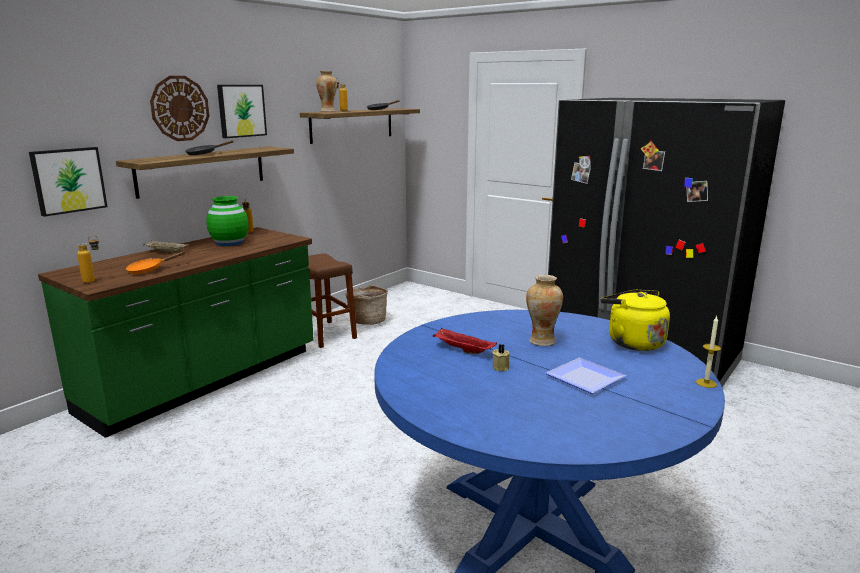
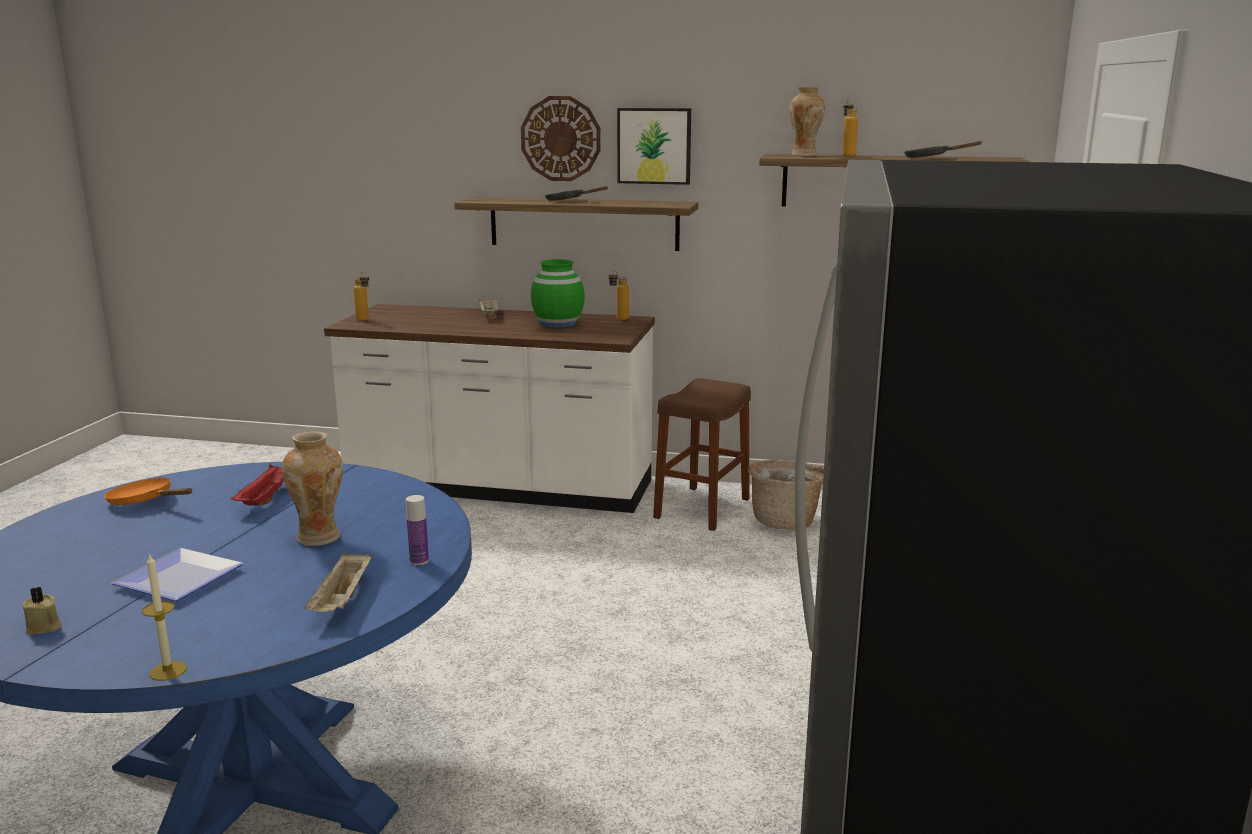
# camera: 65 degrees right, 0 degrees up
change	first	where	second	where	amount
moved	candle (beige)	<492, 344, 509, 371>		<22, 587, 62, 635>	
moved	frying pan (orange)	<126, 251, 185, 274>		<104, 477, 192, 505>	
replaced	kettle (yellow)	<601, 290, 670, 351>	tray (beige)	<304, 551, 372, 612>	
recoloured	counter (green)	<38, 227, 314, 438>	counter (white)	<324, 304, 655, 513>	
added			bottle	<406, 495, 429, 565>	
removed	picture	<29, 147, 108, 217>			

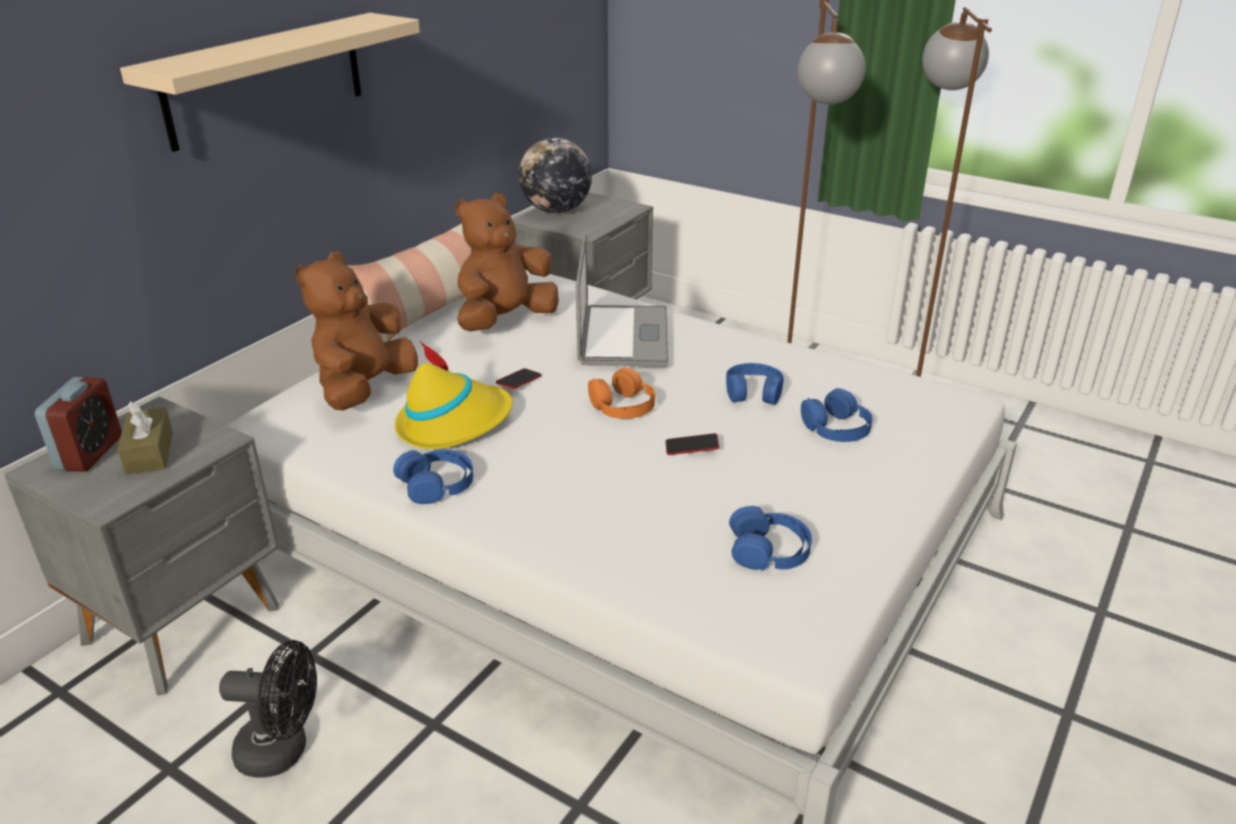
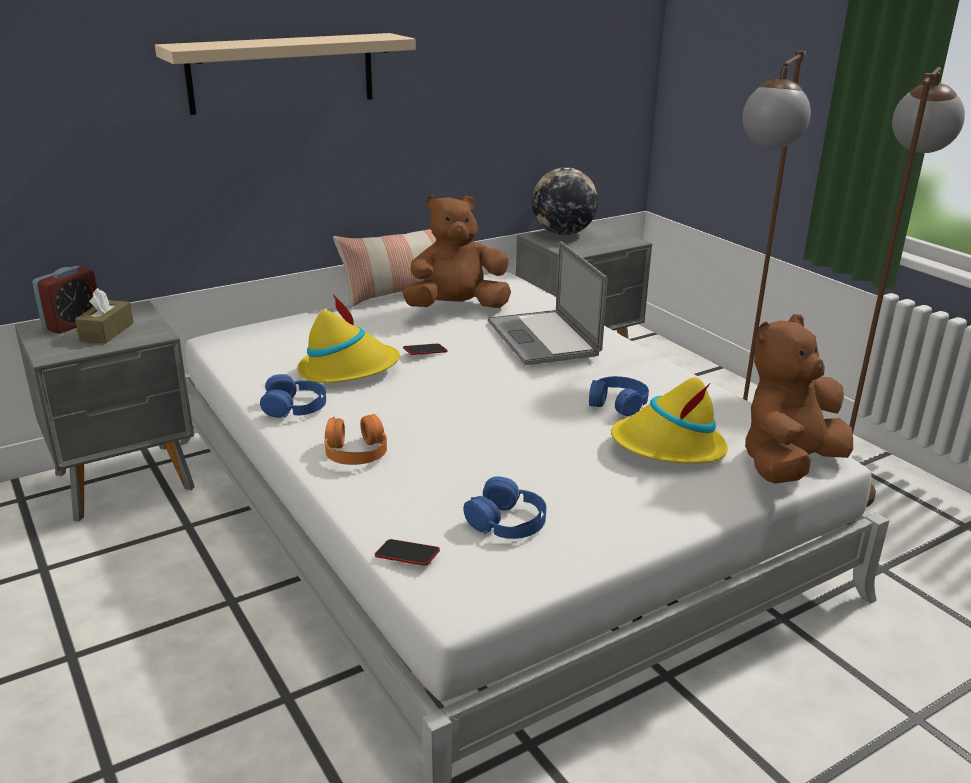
# camera: 25 degrees right, 5 degrees down
change	first	where	second	where	amount
moved	headphones (orange)	<588, 367, 655, 419>		<324, 414, 387, 465>	
moved	phone	<665, 433, 719, 455>		<375, 539, 440, 566>	
turned	laptop	<576, 231, 668, 366>		<488, 241, 608, 365>	135 degrees clockwise
replaced	headphones (blue)	<801, 388, 873, 442>	hat (yellow)	<611, 377, 728, 463>	
moved	plush toy (brown)	<295, 252, 418, 410>		<745, 314, 853, 484>	
removed	fan (black)	<219, 640, 317, 778>			

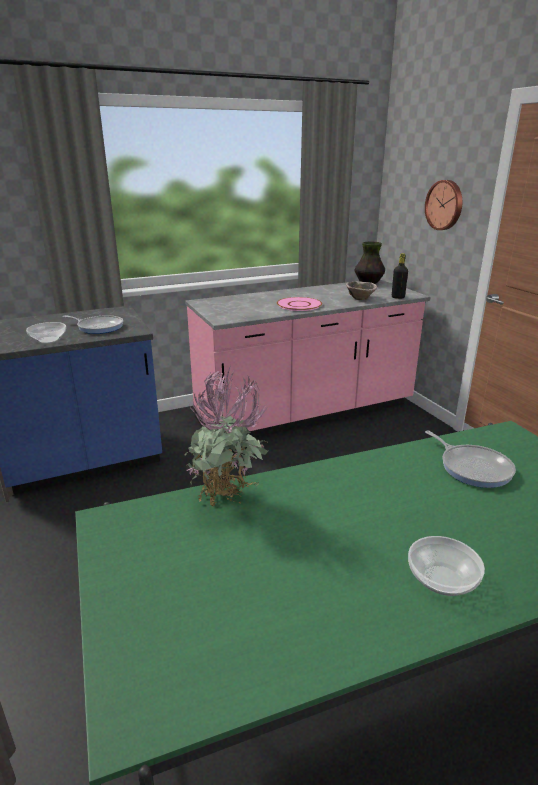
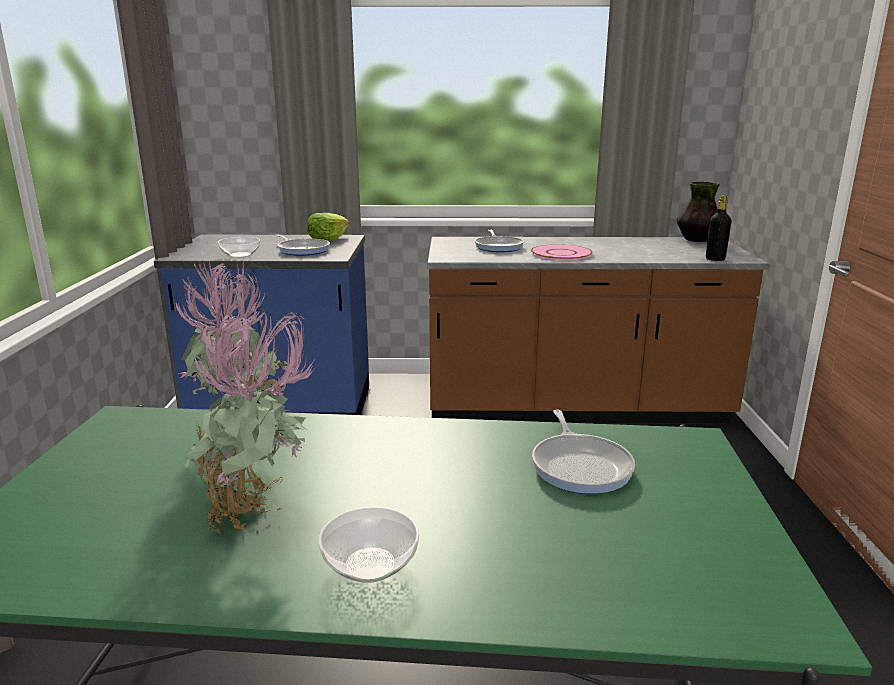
# camera: 25 degrees right, 5 degrees down
change	first	where	second	where	amount
added			potted plant	<184, 303, 317, 535>	
added			lettuce	<307, 213, 349, 241>	
recoloured	counter (pink)	<185, 279, 431, 437>	counter (brown)	<427, 237, 770, 423>	
added			frying pan	<475, 230, 524, 252>	
removed	bowl	<346, 281, 377, 300>			
removed	wall clock	<425, 180, 462, 230>			

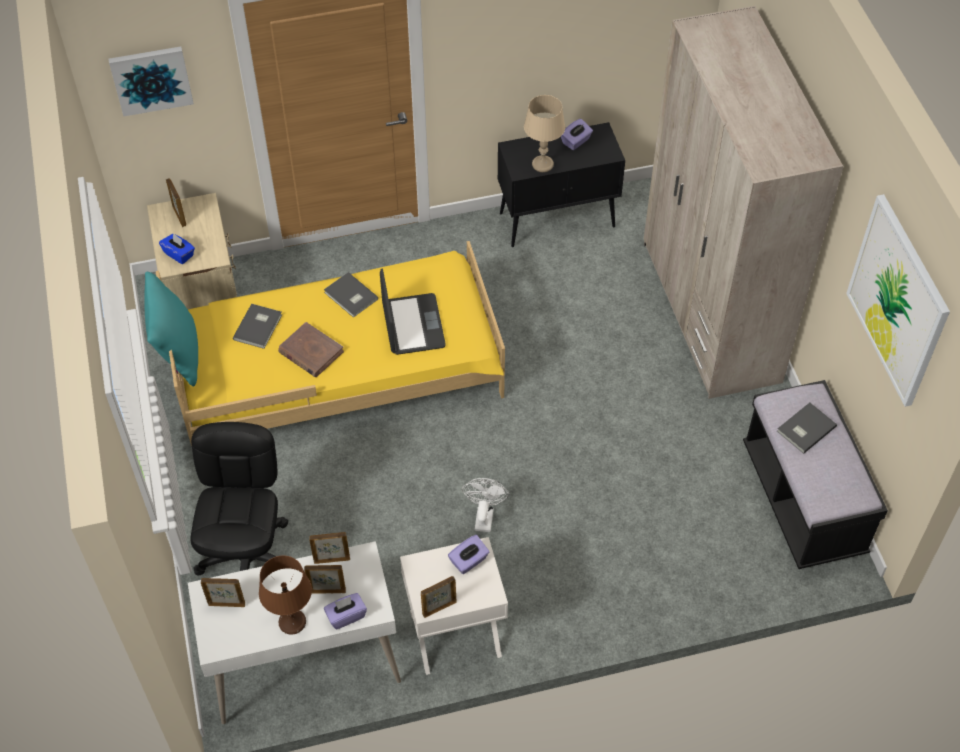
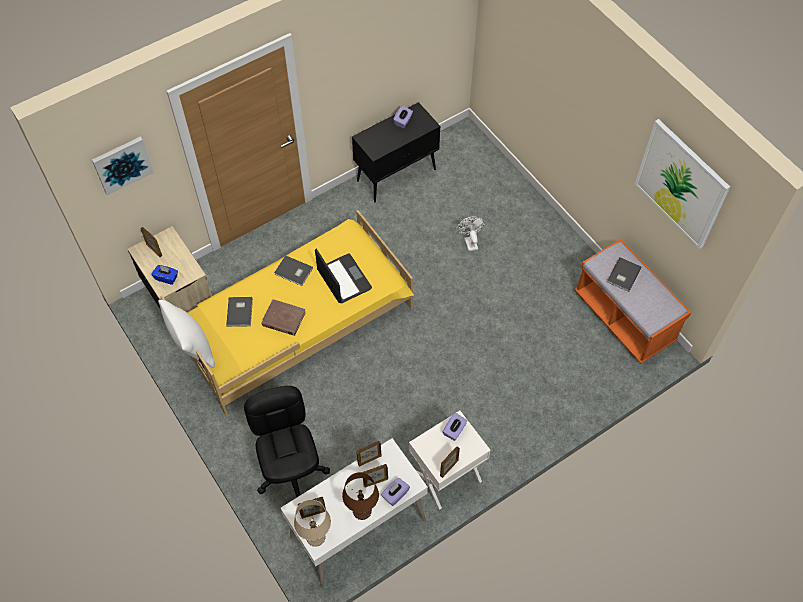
# camera: 20 degrees left, 5 degrees up
change	first	where	second	where	amount
recoloured	pillow (turquoise)	<144, 272, 198, 386>	pillow (white)	<158, 300, 215, 368>	
moved	table lamp (beige)	<524, 95, 565, 172>		<294, 500, 331, 547>	
moved	fan (white)	<462, 478, 509, 532>		<456, 216, 485, 252>	
recoloured	bench (black)	<743, 380, 888, 569>	bench (orange)	<575, 239, 691, 364>	
removed	wardrobe (beige)	<644, 6, 844, 399>			

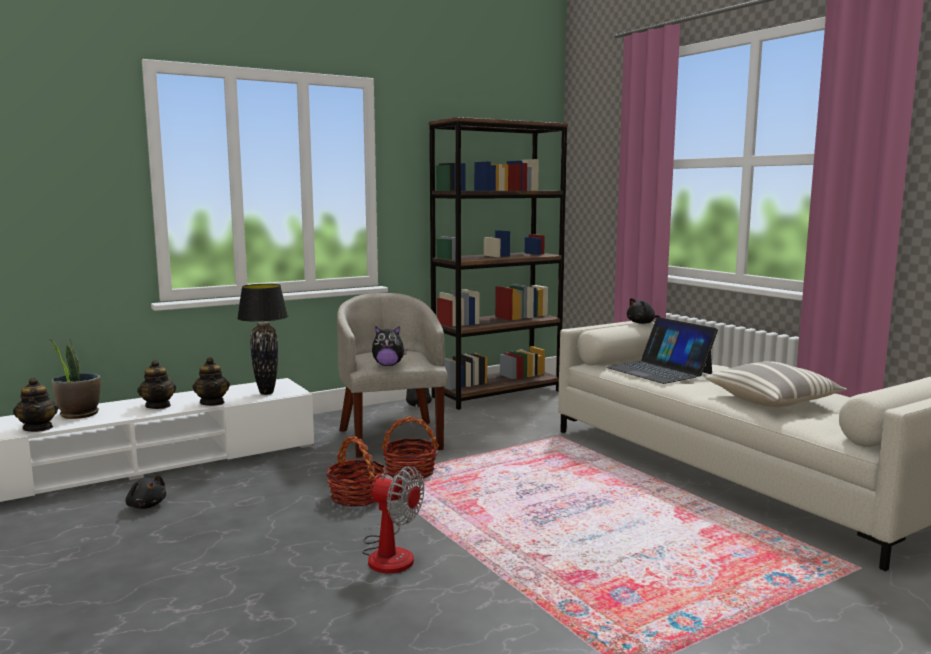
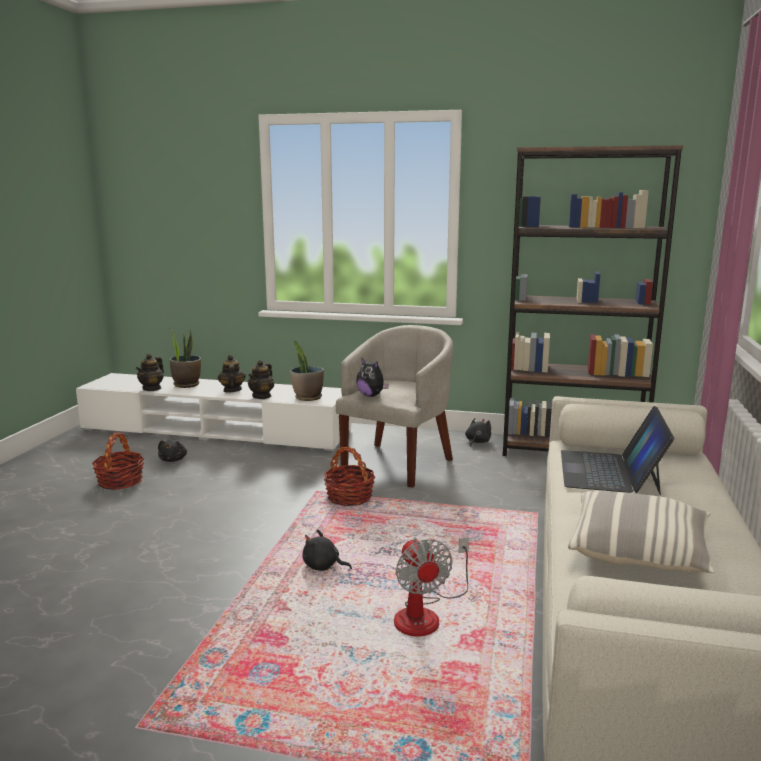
# camera: 45 degrees right, 5 degrees up
change	first	where	second	where	amount
moved	basket	<326, 436, 387, 507>		<92, 432, 145, 490>	
turned	teapot	<137, 360, 176, 409>		<218, 355, 246, 393>	150 degrees clockwise
replaced	table lamp (black)	<237, 284, 288, 395>	potted plant	<290, 340, 324, 401>	
moved	plush toy (black)	<627, 298, 660, 324>		<302, 529, 352, 571>	
moved	fan	<362, 466, 424, 573>		<394, 537, 469, 636>	

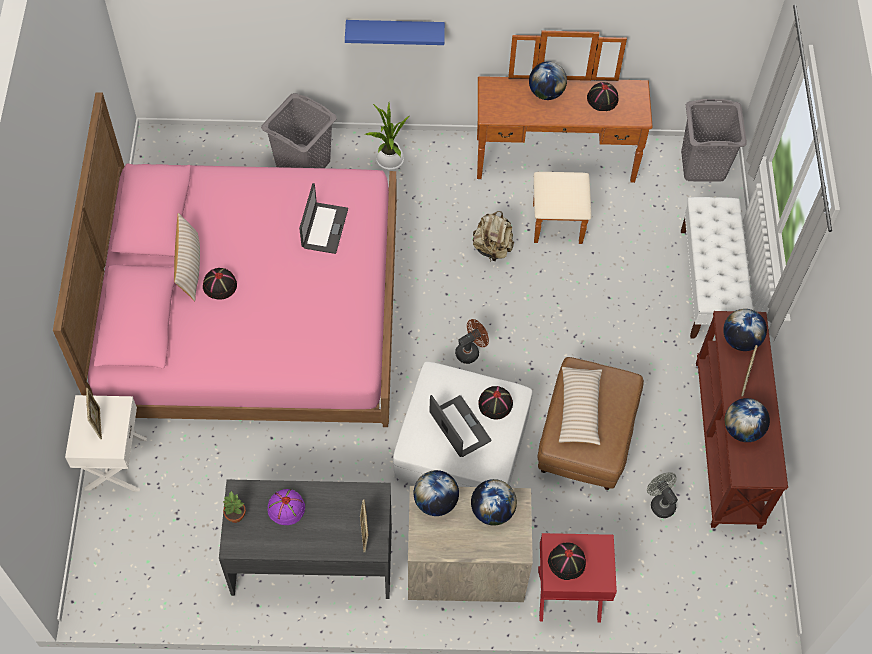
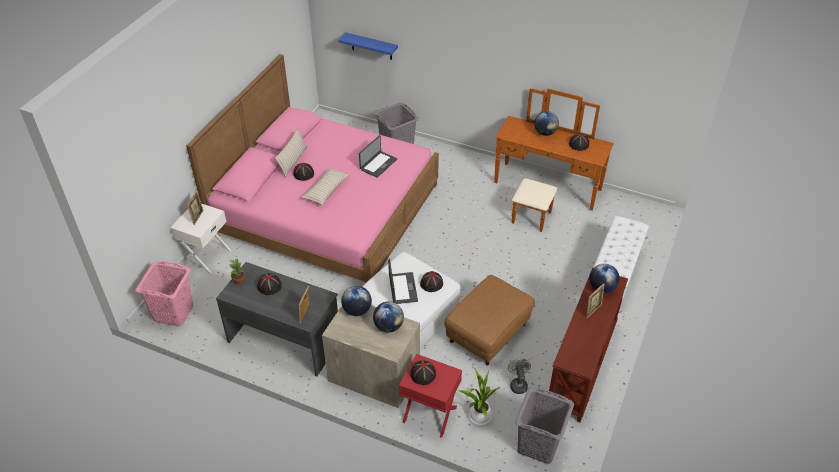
# camera: 25 degrees right, 15 degrees down
change	first	where	second	where	amount
added			laundry basket (pink)	<135, 261, 193, 327>	
recoloured	hat (purple)	<267, 489, 305, 525>	hat (black)	<257, 273, 282, 295>	
moved	pillow (beige)	<559, 367, 602, 445>		<301, 168, 350, 205>	
moved	shelf (blue)	<345, 20, 445, 45>		<338, 32, 398, 60>	
moved	potted plant	<365, 103, 410, 170>		<458, 368, 501, 425>	
moved	laundry basket (grey)	<681, 99, 747, 182>		<515, 387, 574, 464>	
removed	fan (brown)	<455, 319, 489, 364>			
removed	backpack (beige)	<473, 211, 514, 261>			
removed	globe	<725, 398, 770, 442>			

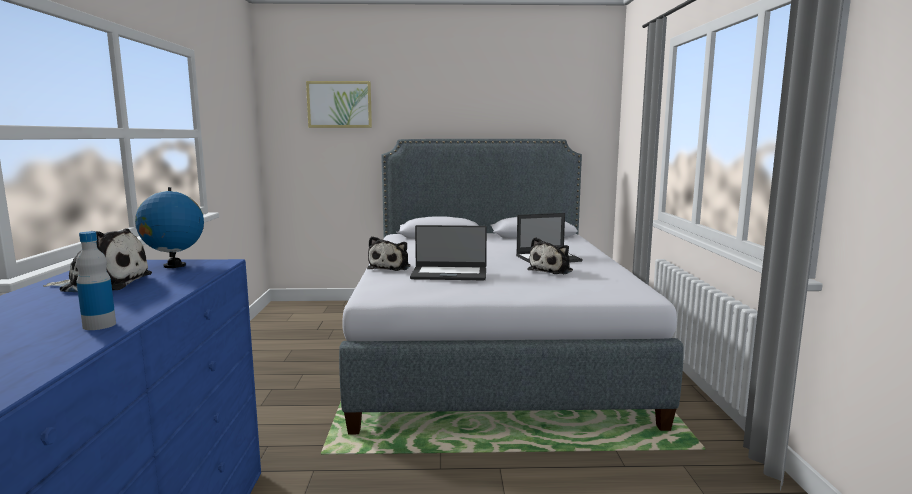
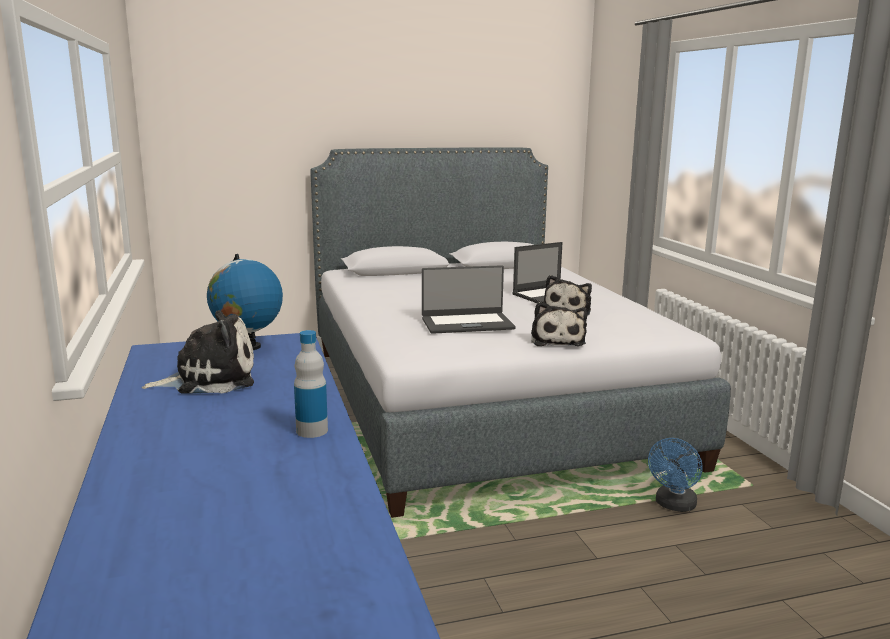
# camera: 15 degrees left, 5 degrees up
change	first	where	second	where	amount
moved	plush toy	<367, 236, 410, 271>		<531, 302, 587, 346>	
added			fan (blue)	<648, 438, 703, 512>	
removed	picture	<306, 81, 372, 128>			

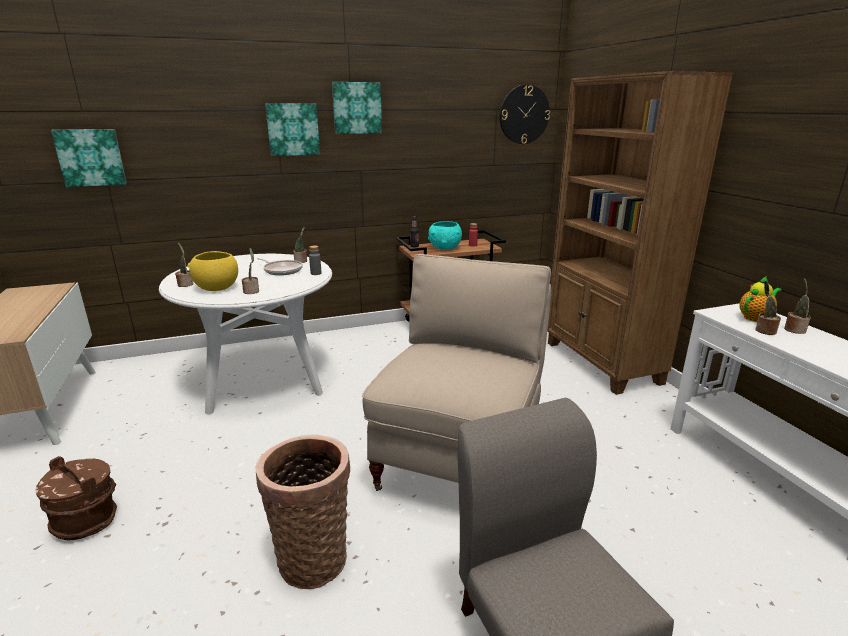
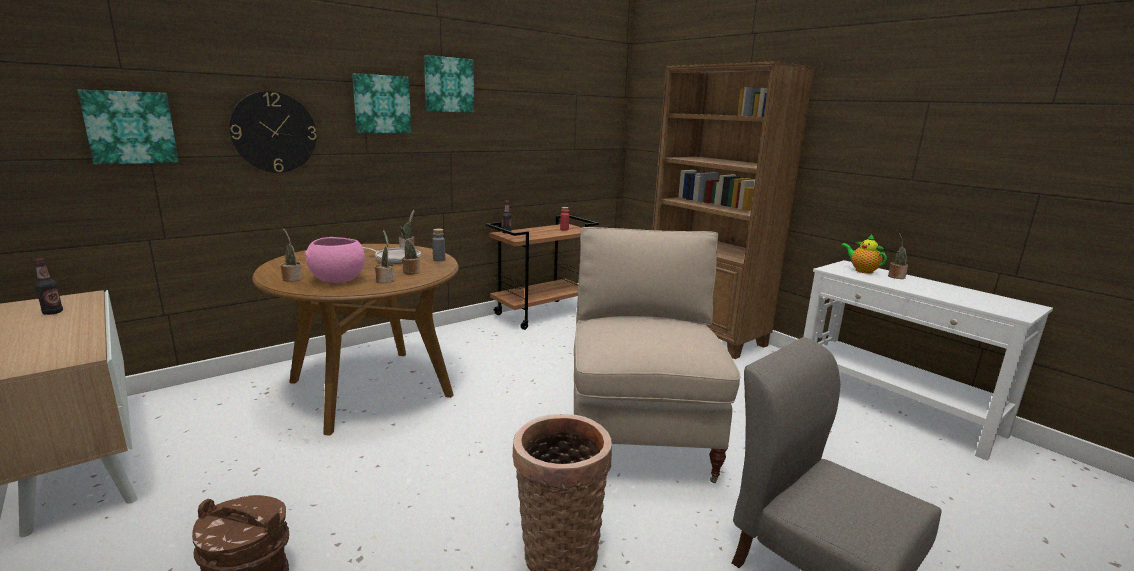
# camera: 20 degrees left, 5 degrees down
change	first	where	second	where	amount
added			bottle	<35, 258, 63, 315>	
moved	wall clock	<500, 85, 550, 144>		<229, 91, 317, 173>	
recoloured	dining table (white)	<159, 254, 332, 415>	dining table (brown)	<252, 244, 459, 435>	
recoloured	bowl (yellow)	<188, 251, 238, 291>	bowl (pink)	<305, 237, 365, 283>	
moved	potted plant	<755, 281, 781, 335>		<399, 226, 420, 275>	
turned	teapot	<739, 277, 781, 322>		<841, 234, 887, 274>	75 degrees counterclockwise
removed	bowl (turquoise)	<428, 221, 462, 250>			

